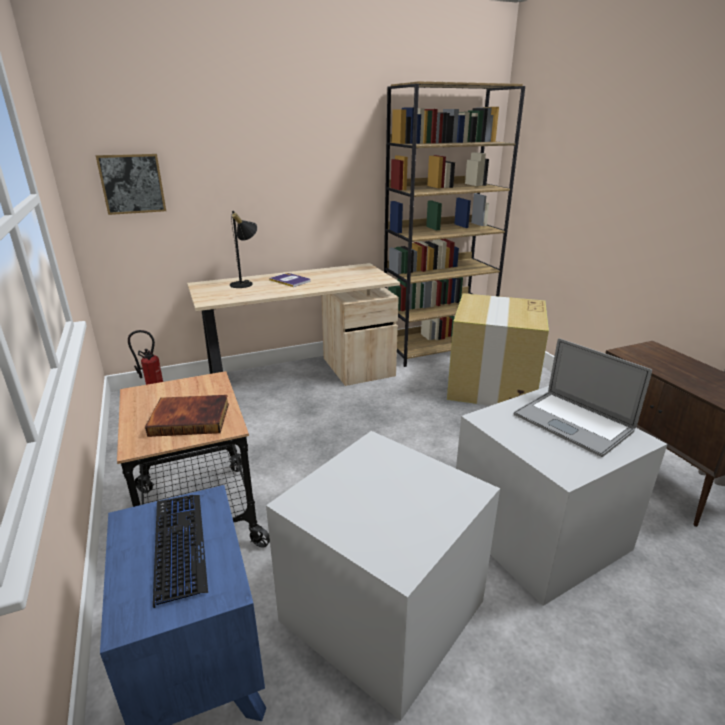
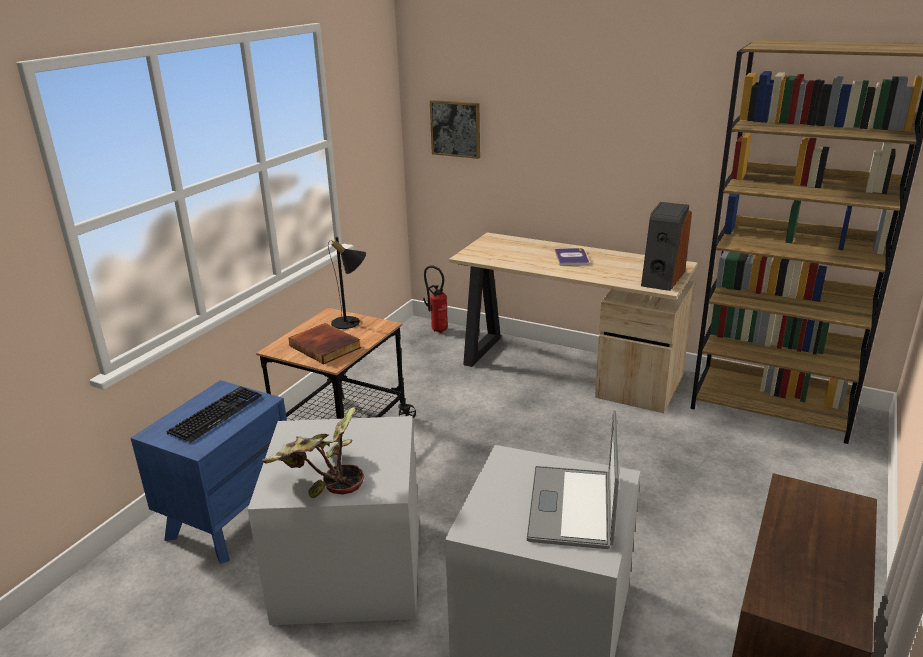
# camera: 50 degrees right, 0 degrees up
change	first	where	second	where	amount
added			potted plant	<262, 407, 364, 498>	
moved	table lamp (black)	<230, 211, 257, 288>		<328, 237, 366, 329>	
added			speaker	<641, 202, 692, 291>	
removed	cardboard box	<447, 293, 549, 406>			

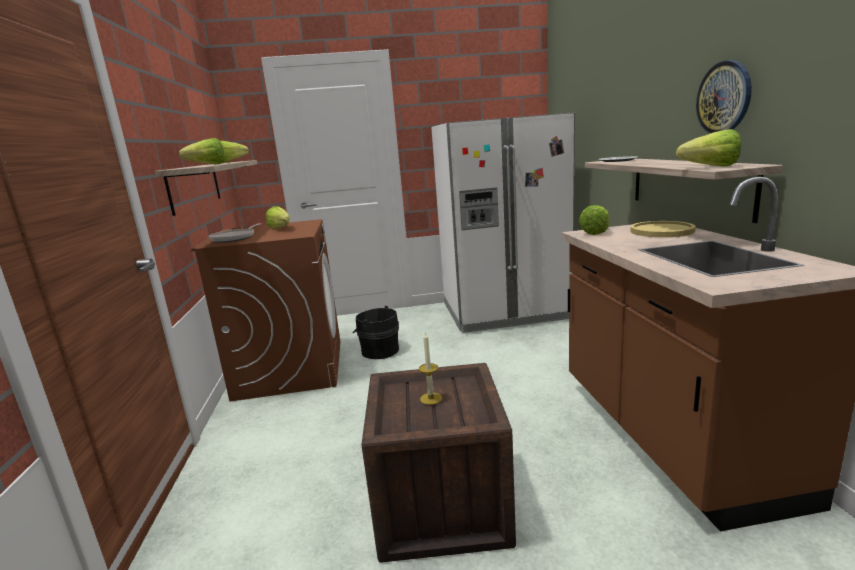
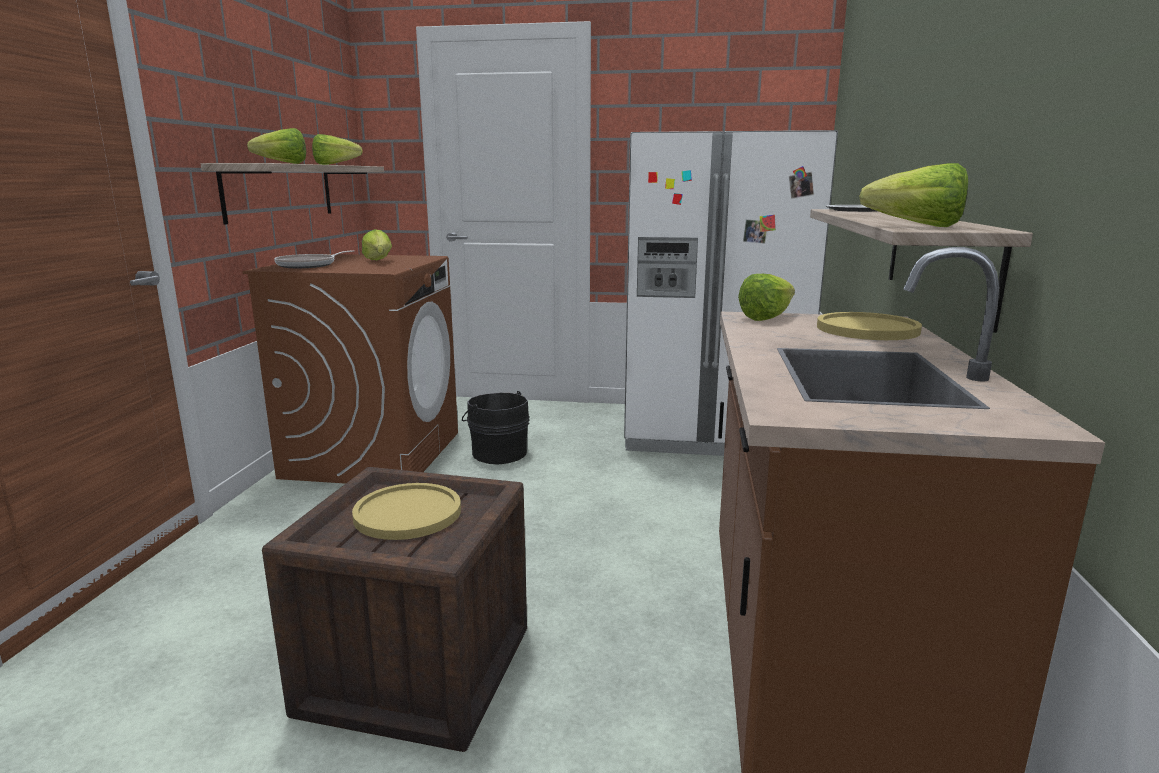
# camera: 15 degrees right, 0 degrees up
change	first	where	second	where	amount
replaced	candle	<419, 332, 442, 405>	plate (yellow)	<352, 483, 461, 540>	
removed	wall clock	<696, 60, 752, 133>			

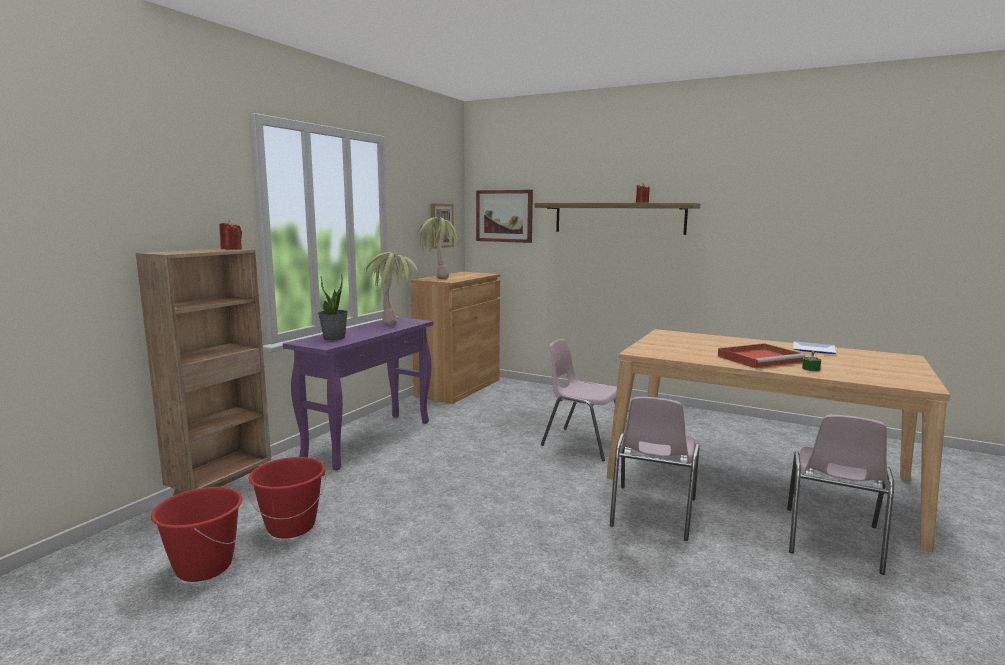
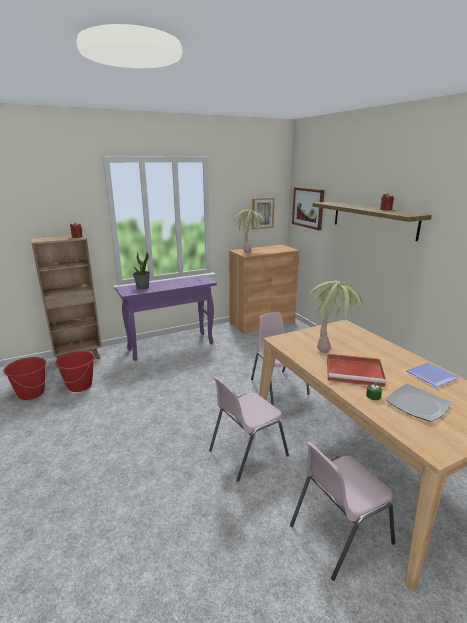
# camera: 35 degrees right, 10 degrees up
change	first	where	second	where	amount
moved	potted plant	<364, 252, 419, 326>		<308, 280, 363, 353>	
added			plate	<385, 384, 451, 422>	

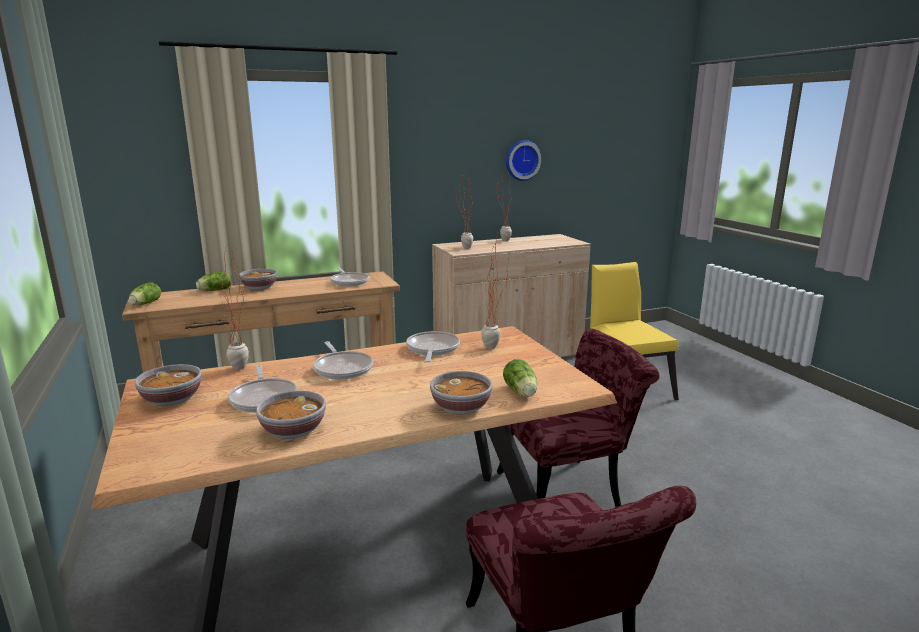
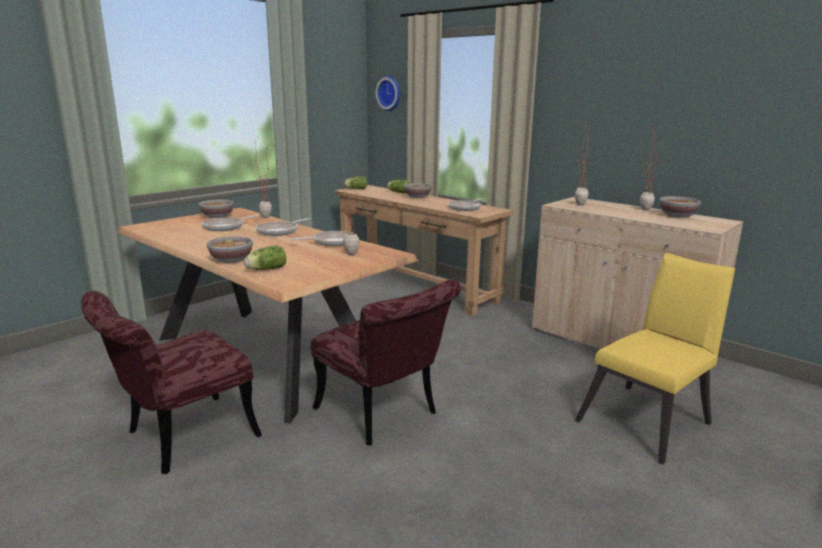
# camera: 65 degrees right, 0 degrees up
change	first	where	second	where	amount
moved	wall clock	<506, 140, 541, 181>		<376, 76, 401, 111>	
moved	bowl	<256, 390, 326, 439>		<660, 196, 701, 217>	

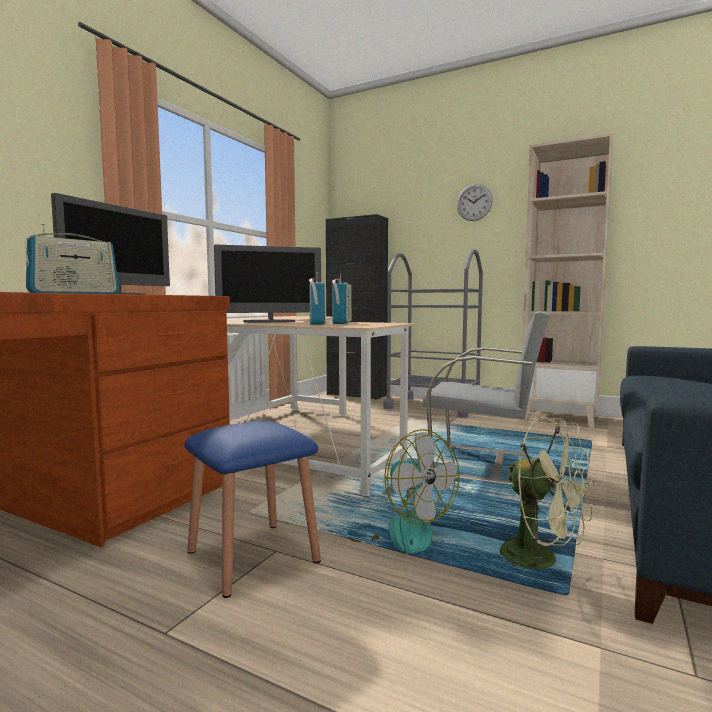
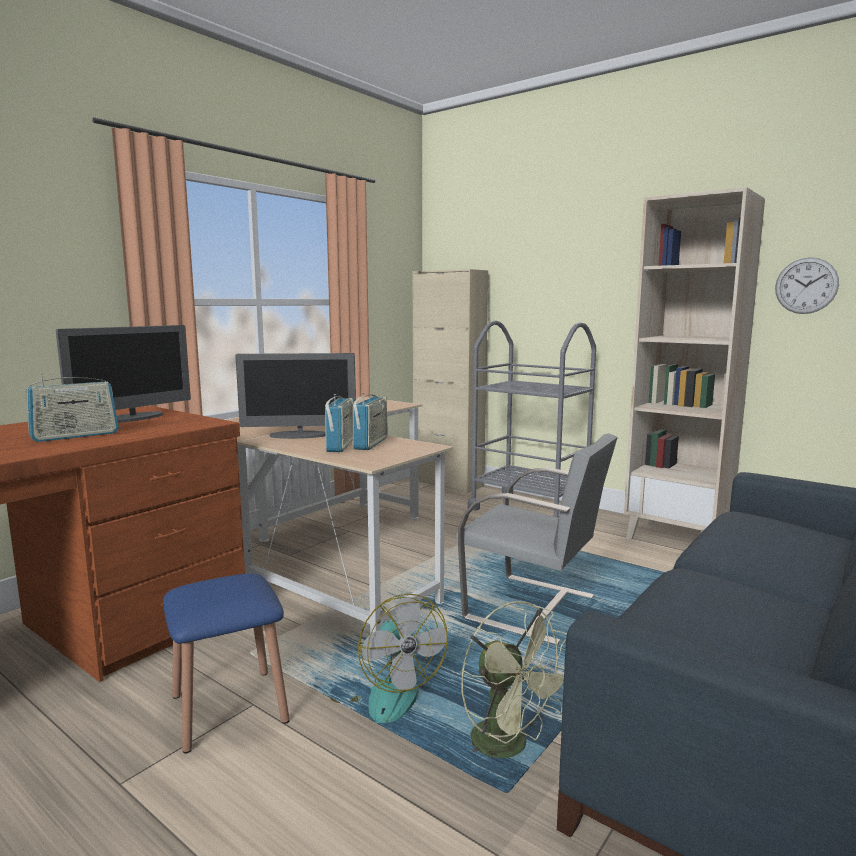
# camera: 10 degrees right, 5 degrees up
change	first	where	second	where	amount
recoloured	cabinet (black)	<326, 214, 388, 400>	cabinet (beige)	<412, 269, 488, 493>	
moved	wall clock	<457, 184, 493, 221>		<775, 257, 839, 314>	

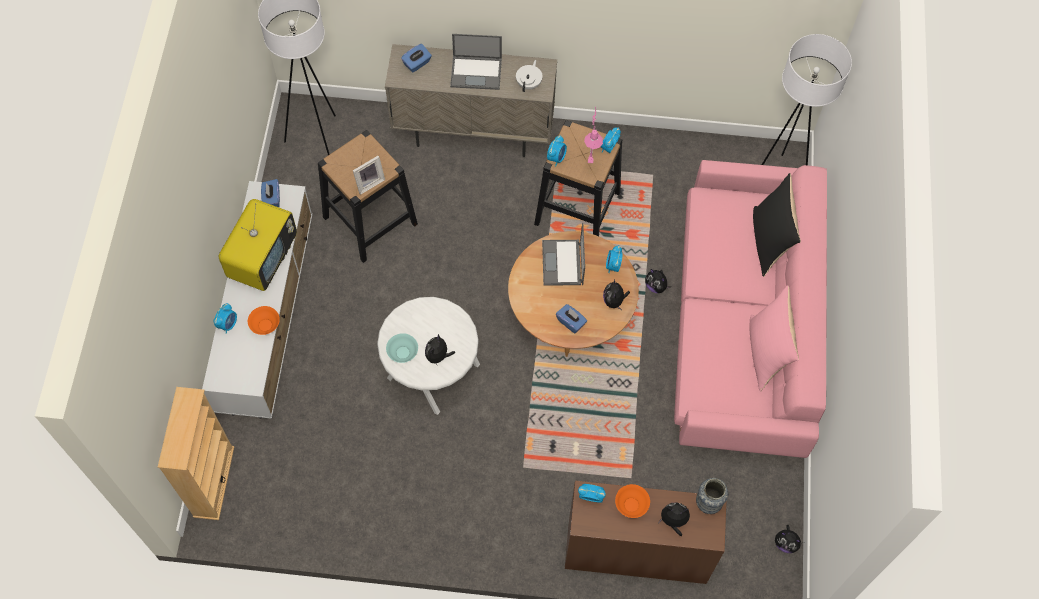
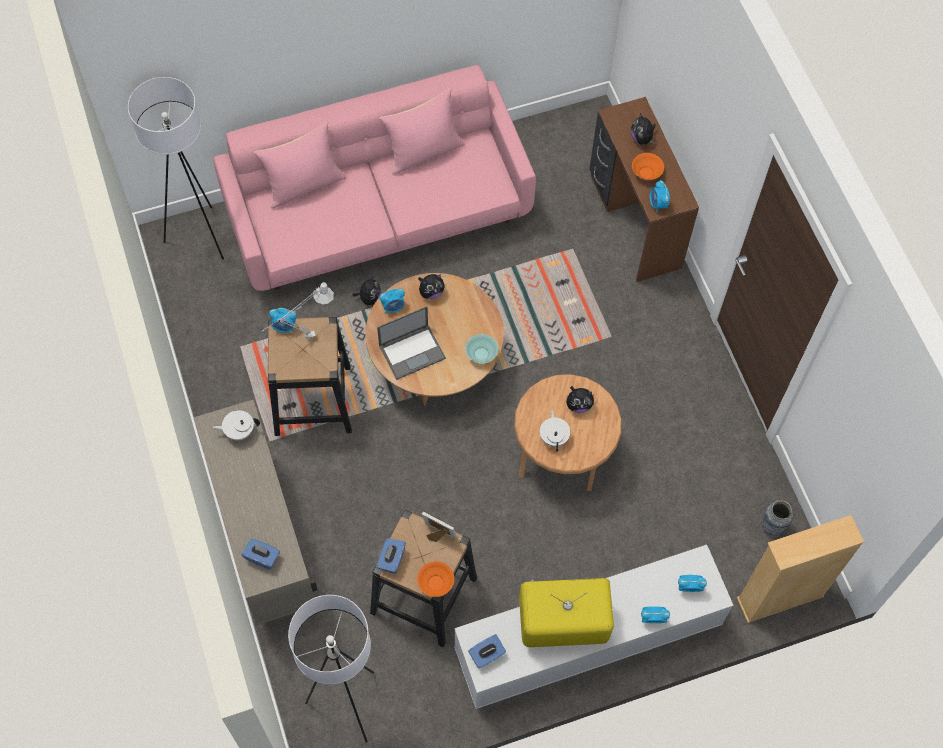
# camera: 115 degrees left, 0 degrees up
change	first	where	second	where	amount
recoloured	pillow (black)	<753, 173, 801, 277>	pillow (pink)	<253, 122, 346, 208>	
recoloured	table lamp (pink)	<584, 107, 603, 163>	table lamp (grey)	<262, 282, 334, 340>	
moved	tissue box (blue)	<556, 304, 587, 334>		<377, 538, 406, 574>	
moved	bowl (orange)	<248, 306, 280, 335>		<417, 561, 454, 597>	
moved	bowl (turquoise)	<386, 333, 418, 363>		<465, 334, 498, 363>	
recoloured	side table (white)	<377, 297, 480, 415>	side table (brown)	<514, 374, 622, 491>	
added			teapot (white)	<540, 410, 570, 452>	
moved	alarm clock	<547, 135, 567, 167>		<678, 575, 707, 592>	
moved	vase	<696, 478, 728, 514>		<761, 500, 793, 536>	
removed	laptop	<450, 34, 502, 90>			
removed	plush toy	<775, 525, 804, 553>			

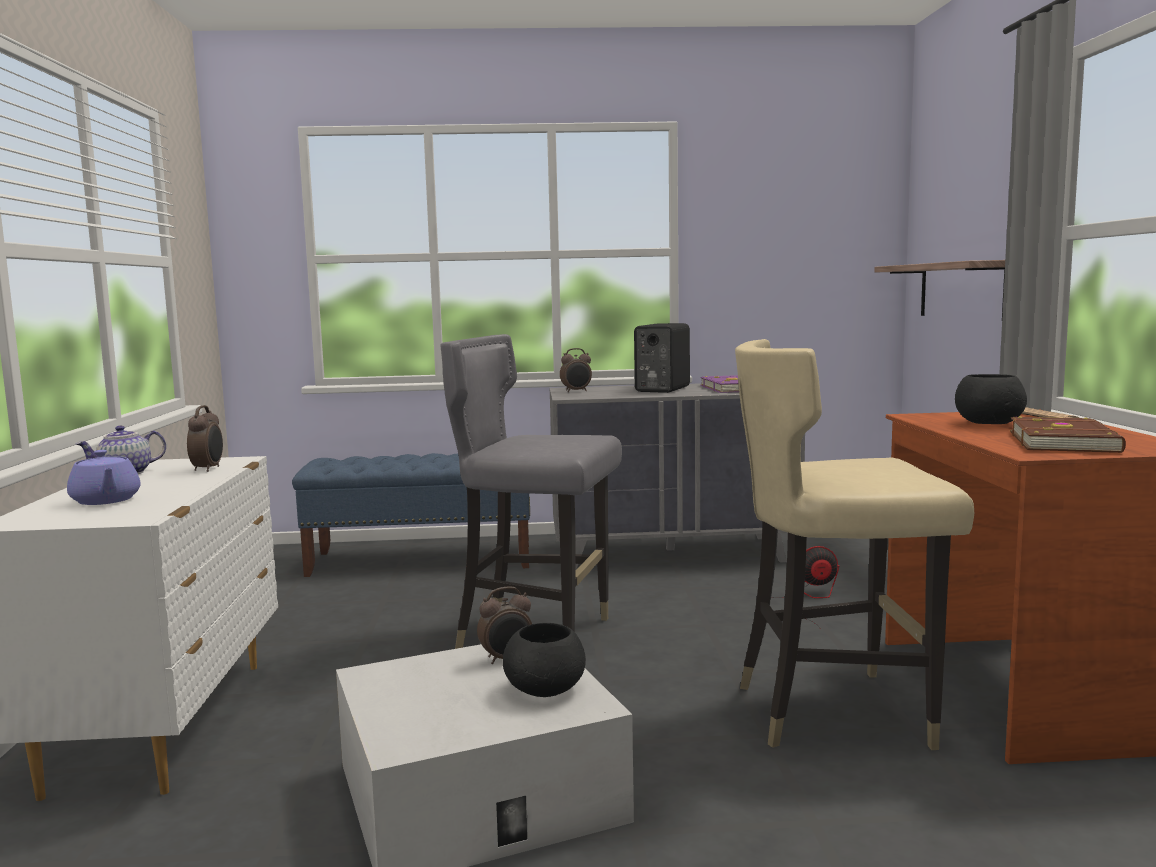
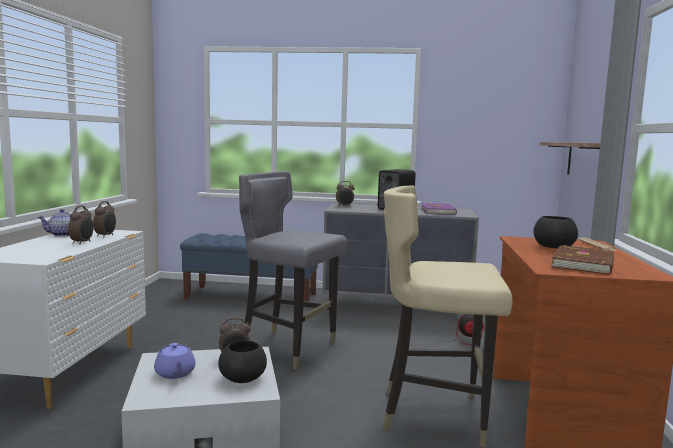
# camera: 10 degrees right, 0 degrees up
change	first	where	second	where	amount
added			alarm clock	<68, 206, 94, 244>	
moved	teapot (purple)	<67, 450, 141, 505>		<154, 343, 196, 379>	

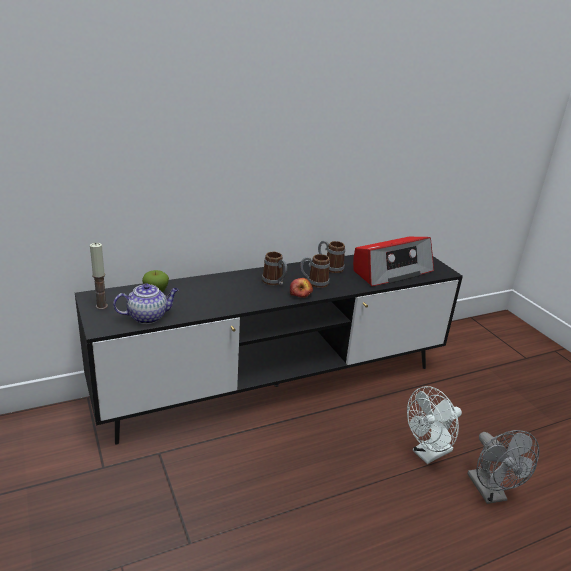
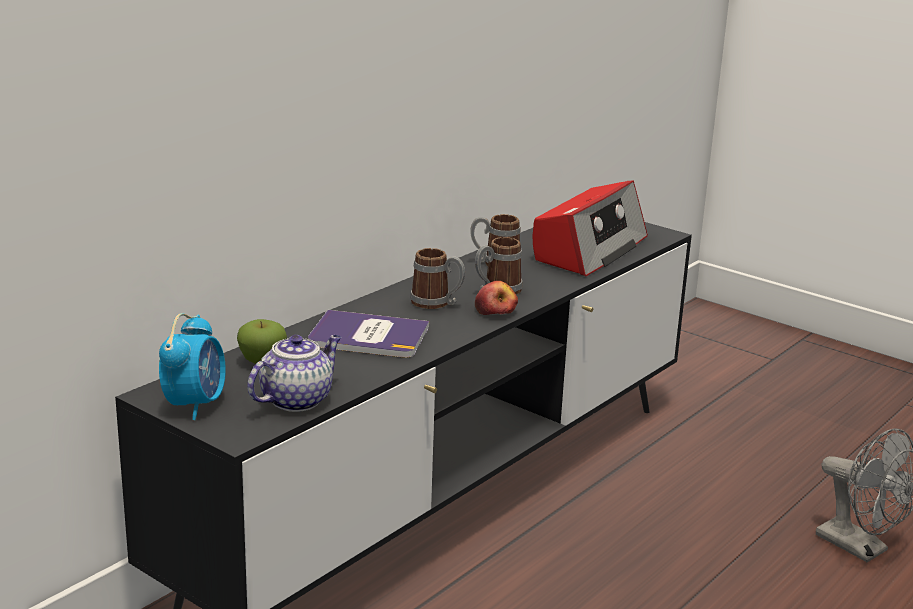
# camera: 25 degrees left, 5 degrees down
change	first	where	second	where	amount
replaced	candle	<90, 243, 108, 310>	alarm clock	<159, 313, 226, 420>	
added			book	<308, 310, 429, 358>	
removed	fan (white)	<407, 386, 462, 464>			

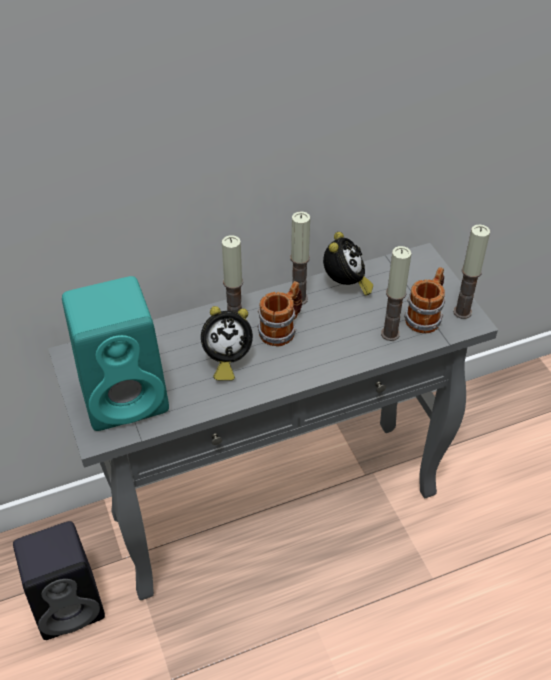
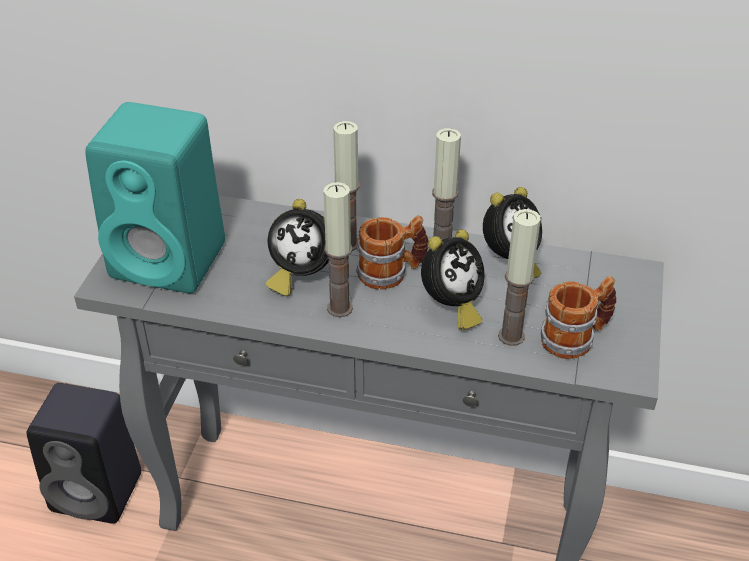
# camera: 35 degrees right, 5 degrees down
change	first	where	second	where	amount
moved	candle	<453, 224, 490, 319>		<324, 182, 353, 317>	
added			alarm clock	<421, 230, 484, 330>	

